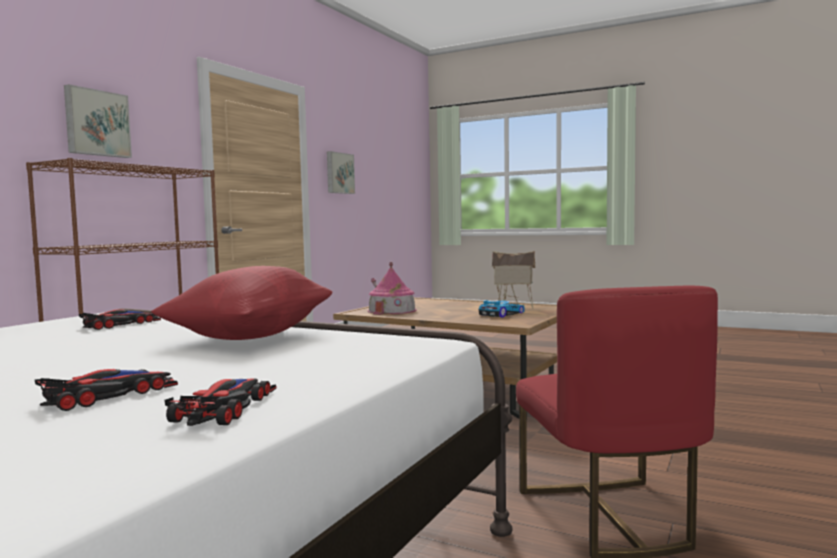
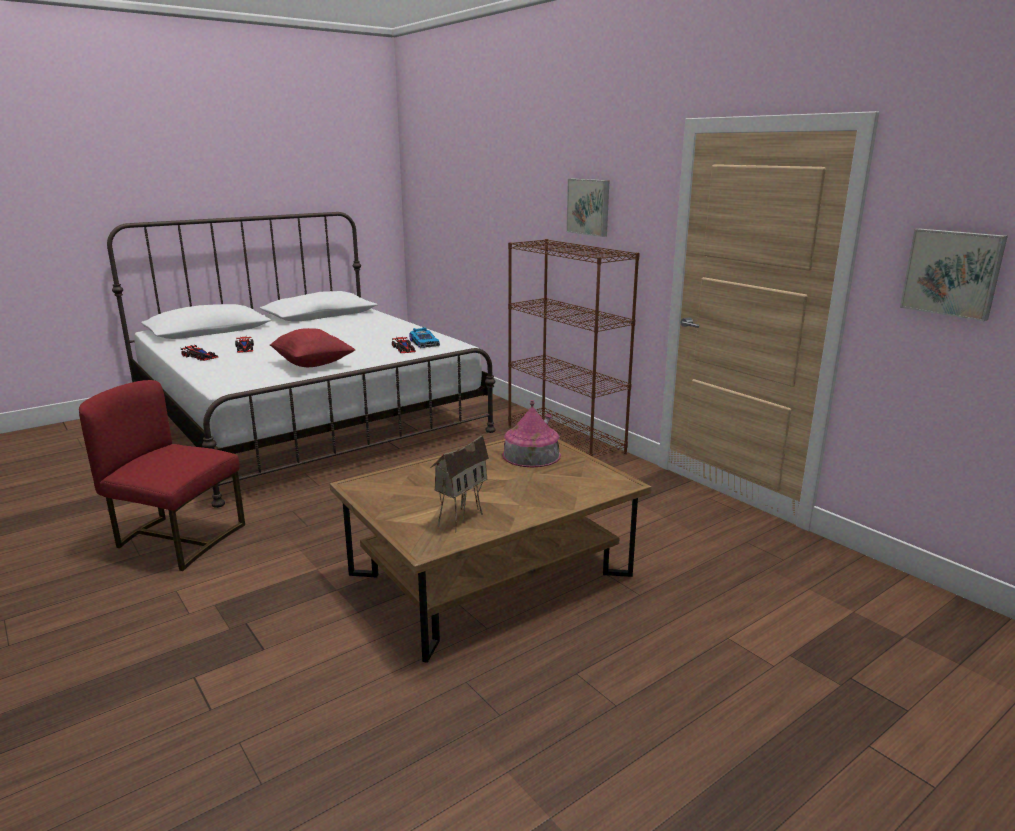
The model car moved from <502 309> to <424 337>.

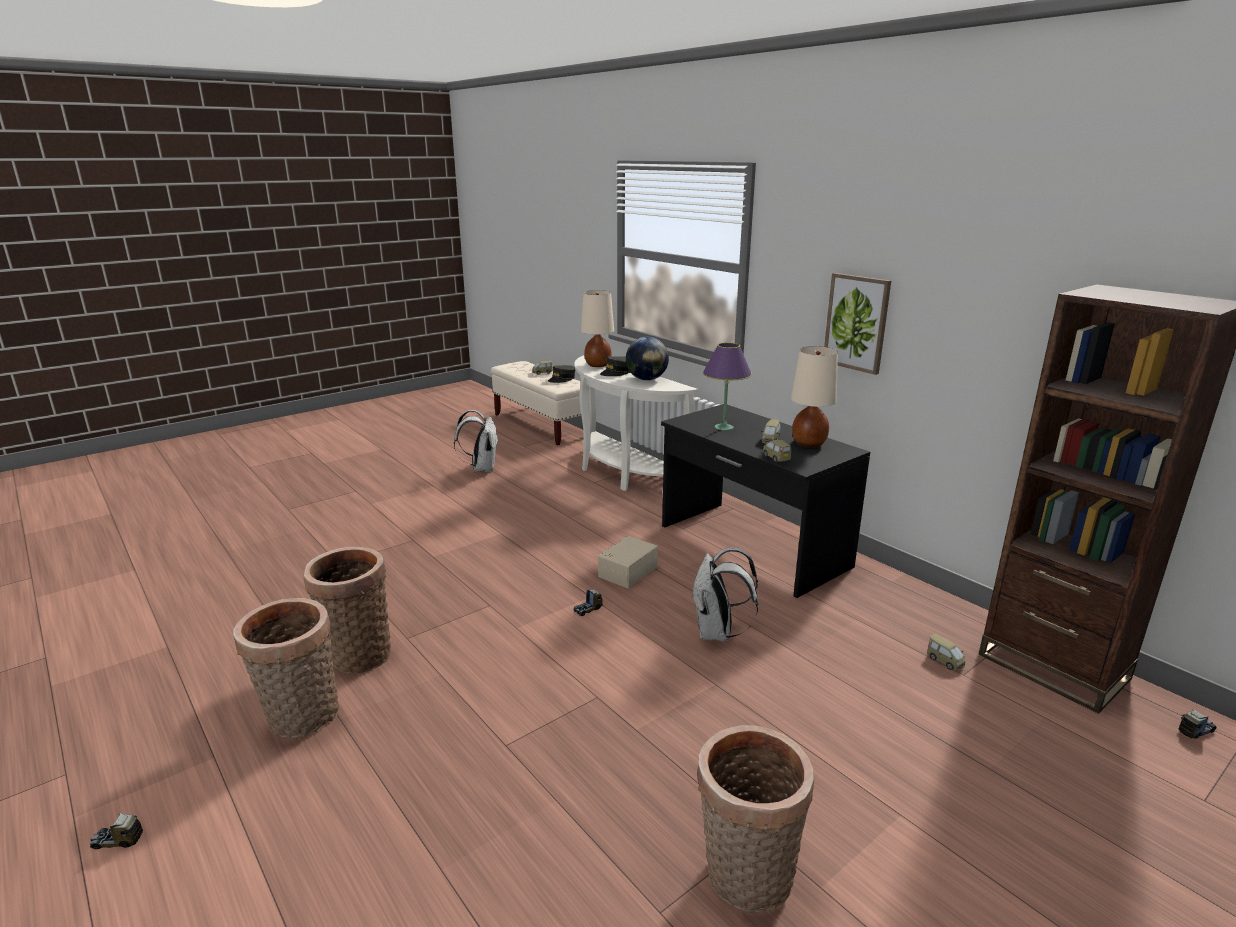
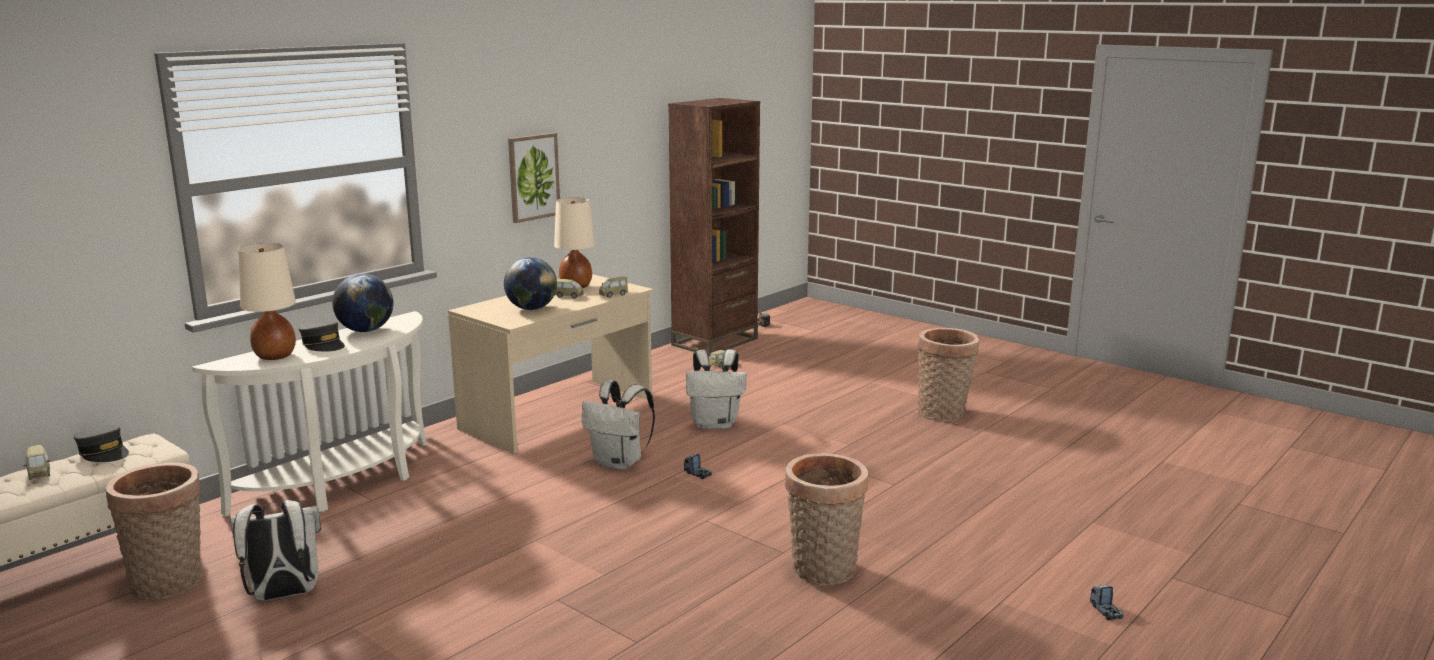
The basket moved from <286 668> to <154 531>. The black-coloured desk at <765 501> became the sand-coloured desk at <551 363>. The purple tabletop lamp at <727 387> was replaced by the globe at <530 283>. The sand-coloured storage box at <628 562> was replaced by the whitish rucksack at <618 425>.

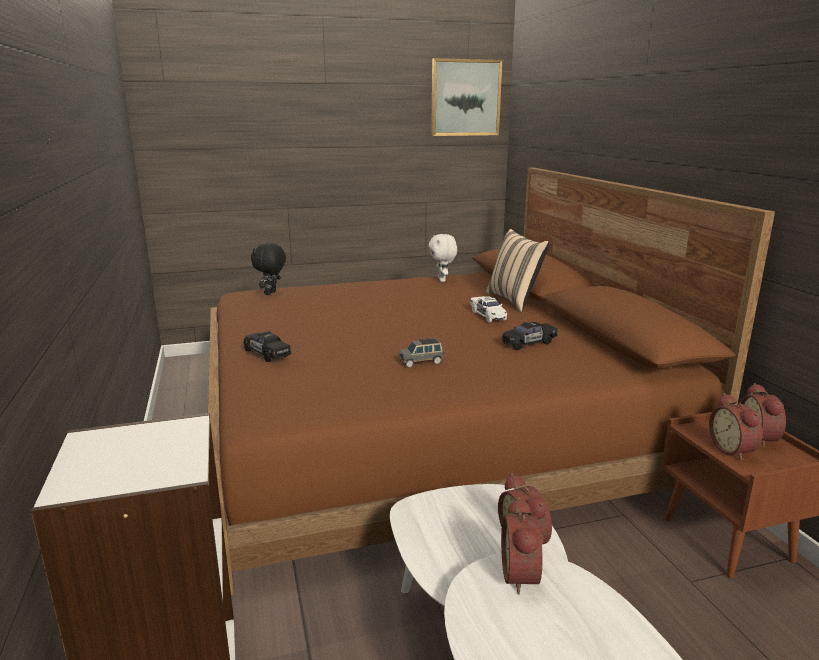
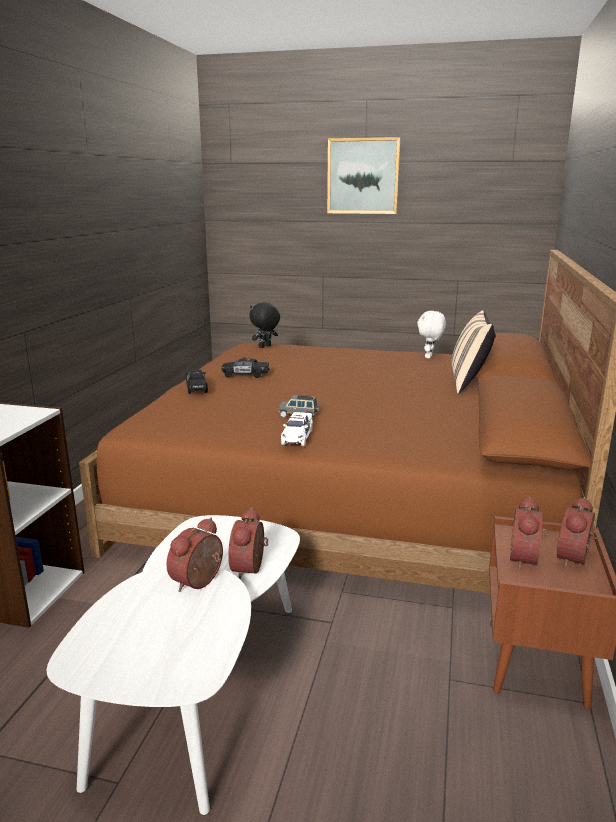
The black-coloured model car moved from <529 336> to <246 367>. The whitish model car moved from <488 309> to <297 429>. The wall art moved from <466 97> to <363 175>.

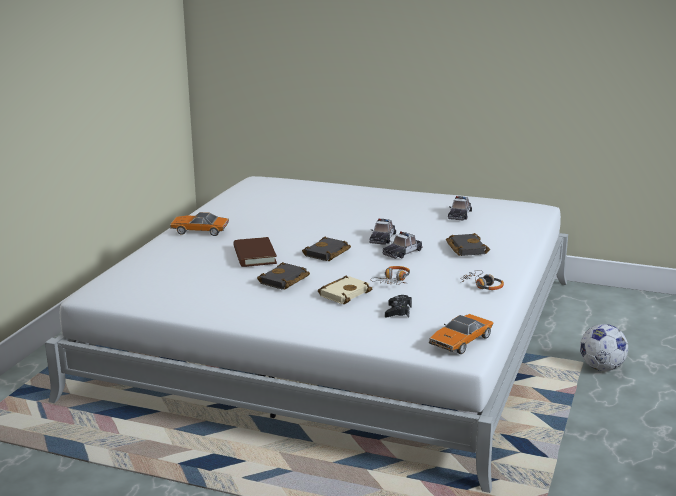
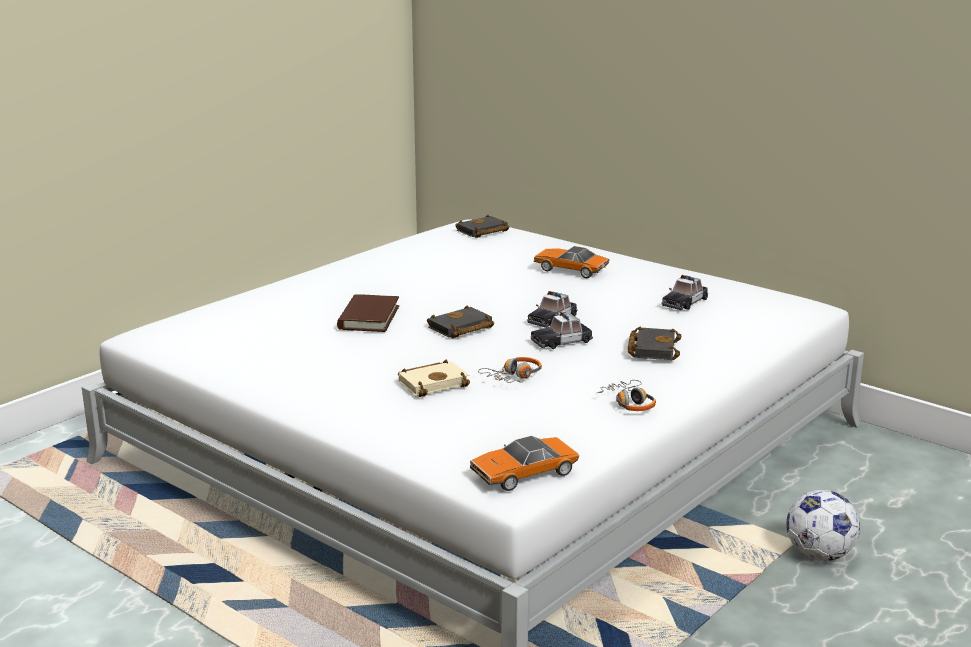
The black-coloured bound book moved from <283 276> to <482 226>. The model car moved from <199 224> to <572 262>. The black-coloured gamepad at <398 306> disappeared.

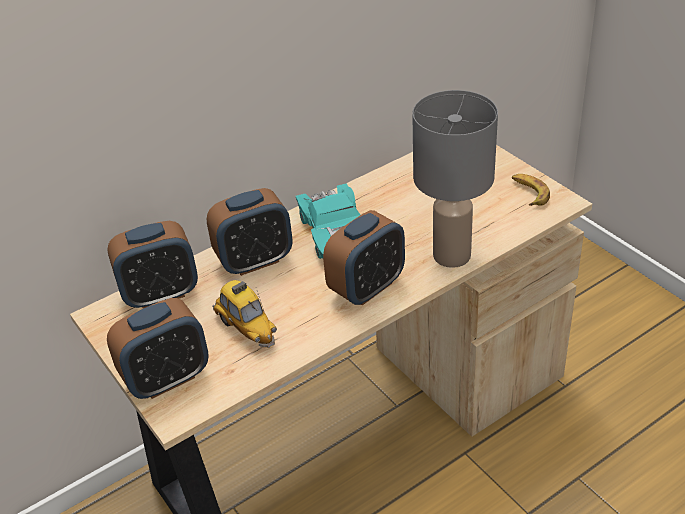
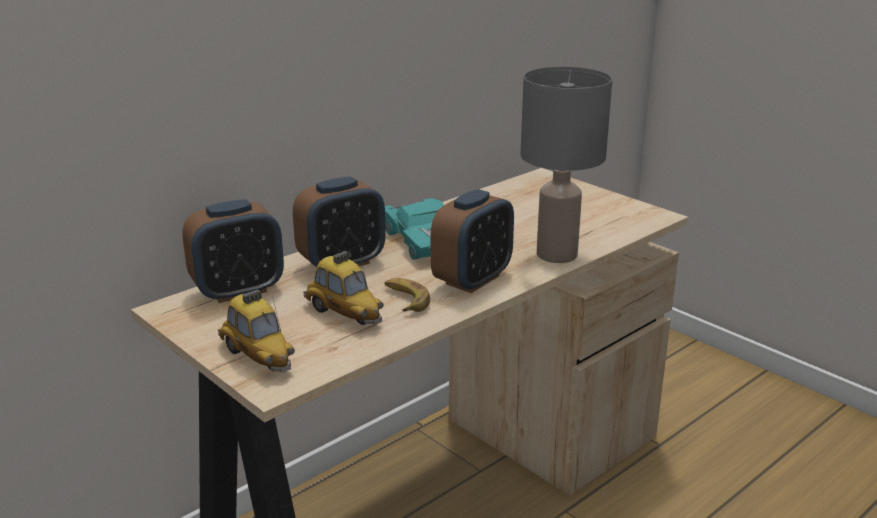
The alarm clock at <158 348> was replaced by the model car at <256 331>. The whole banana moved from <531 190> to <407 295>.

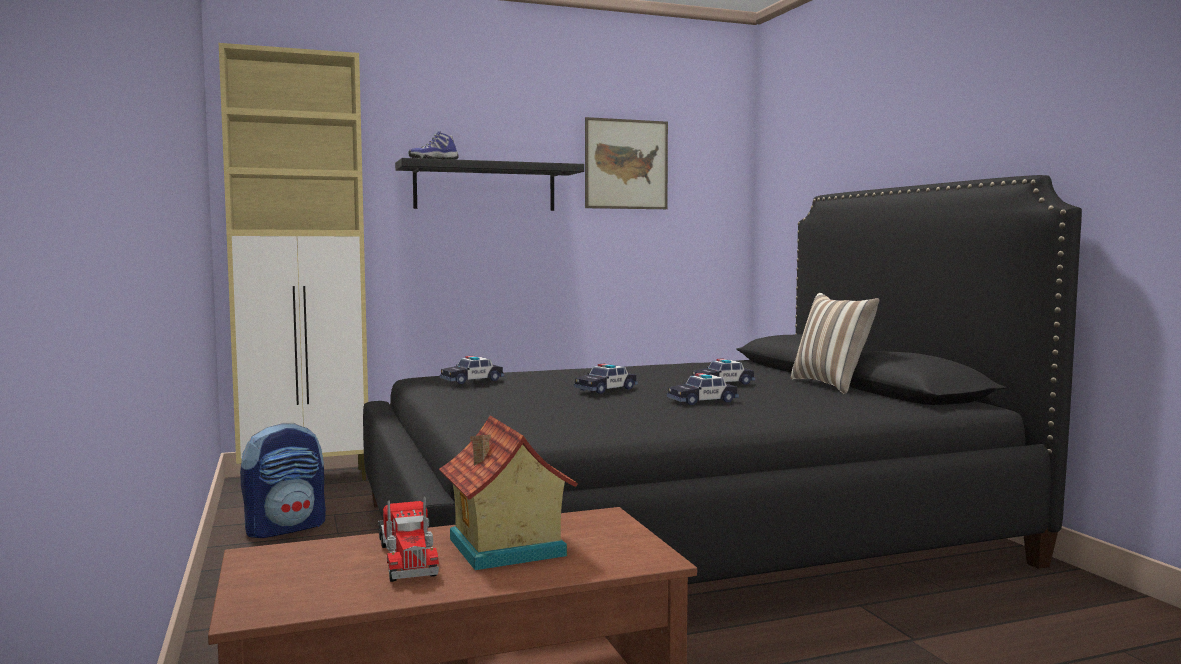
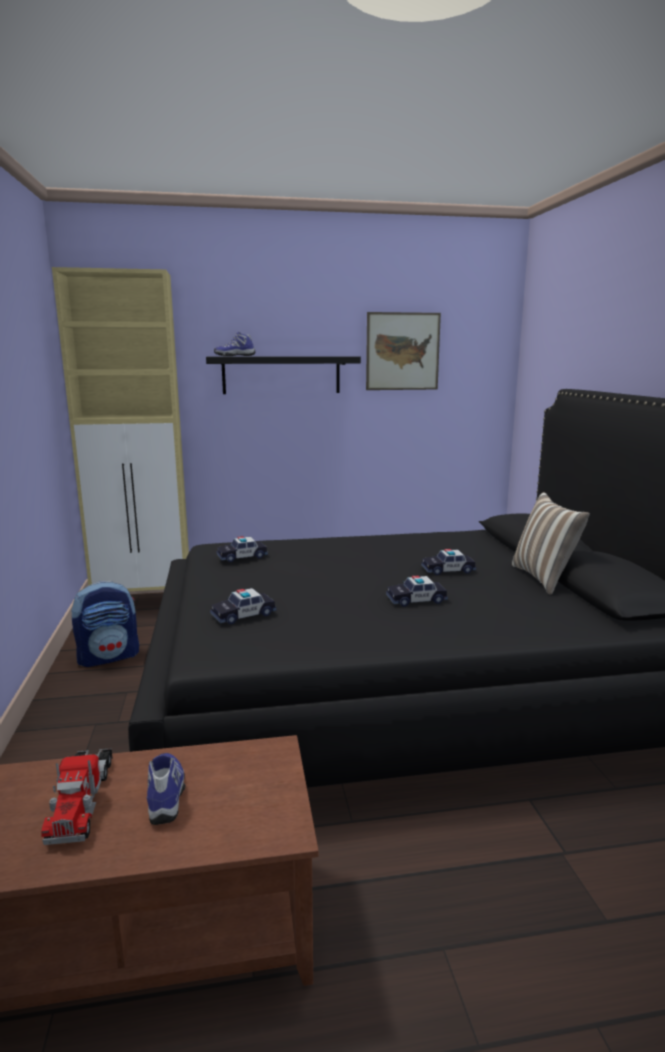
The miniature house at <508 493> was replaced by the low shoe at <166 789>. The model car moved from <606 379> to <243 606>.

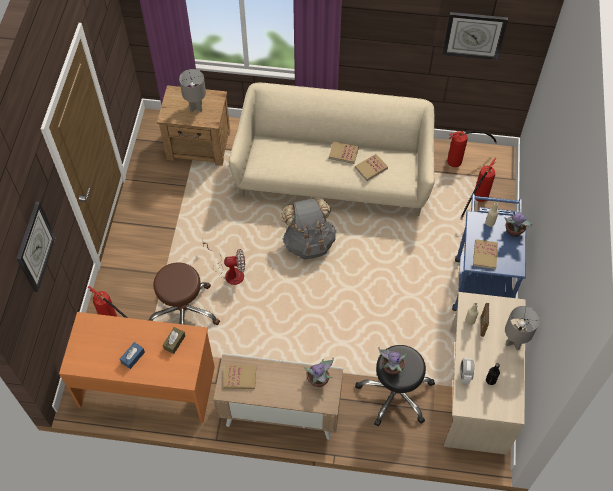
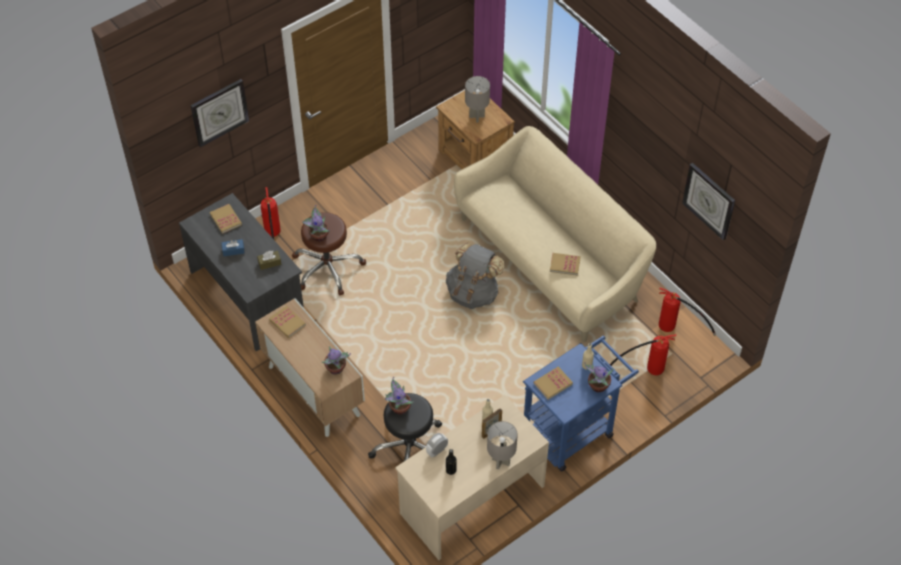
The orange desk at <137 367> became the greyish desk at <241 272>. The bound book moved from <344 152> to <226 219>. The potted plant at <316 223> appeared. The cooling fan at <224 263> disappeared.

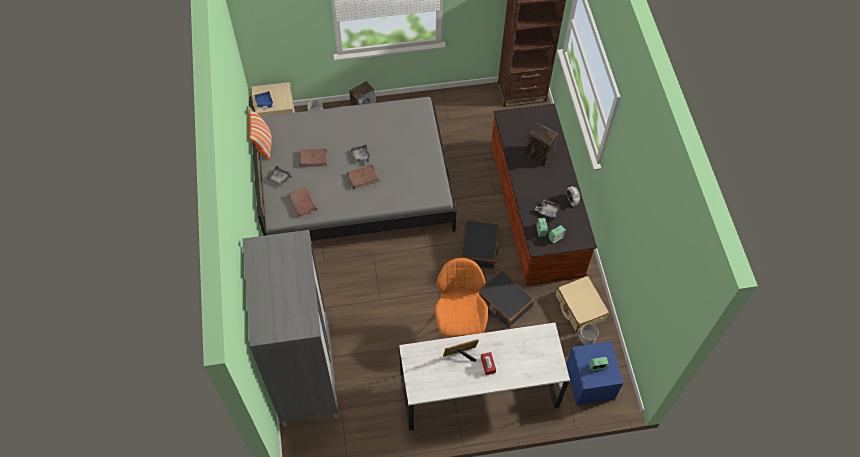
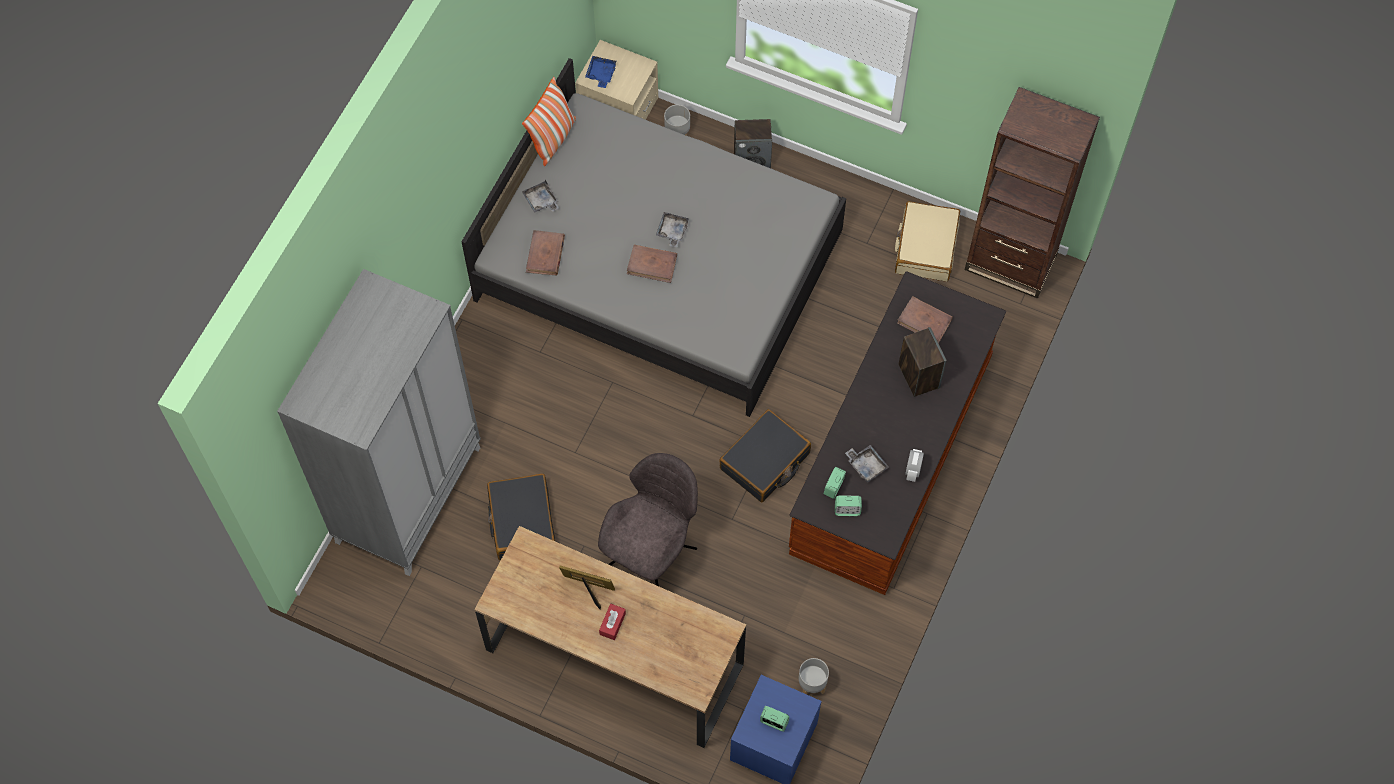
The whitish desk at <484 377> became the brownish desk at <610 637>. The black-coloured travel case moved from <506 299> to <521 517>. The orange chair at <461 298> became the greyish chair at <648 519>. The sand-coloured travel case moved from <583 303> to <927 241>. The brownish bound book moved from <313 158> to <925 320>.

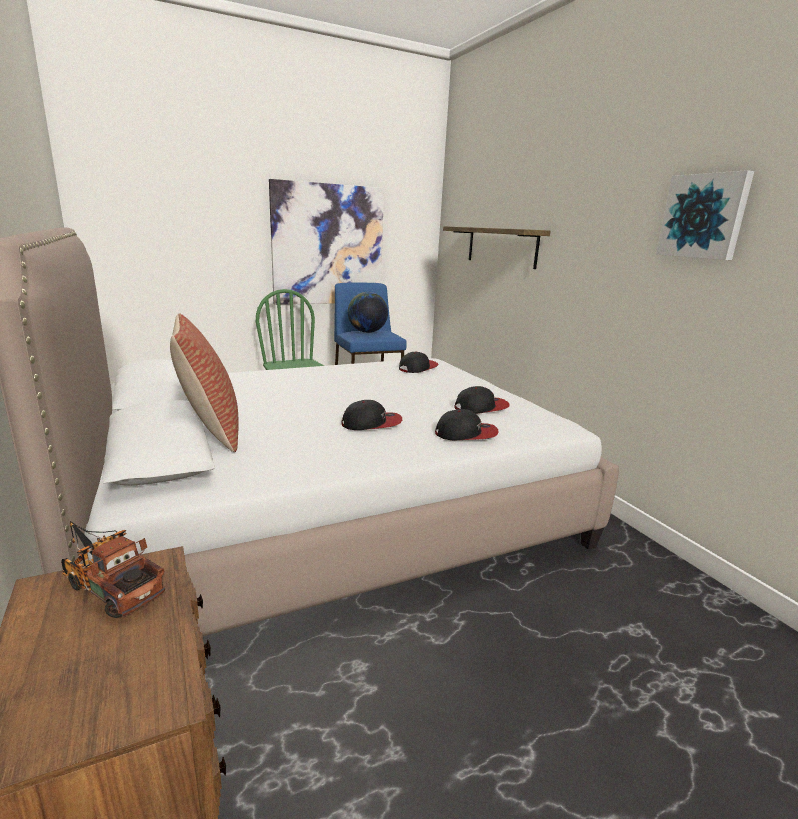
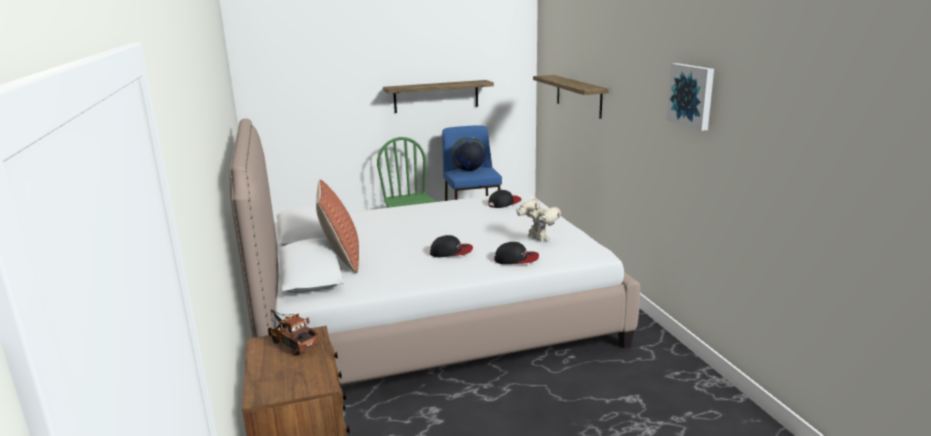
The wall art at <326 242> was replaced by the bracket shelf at <438 96>. The cap at <482 400> was replaced by the toy robot at <538 220>.

